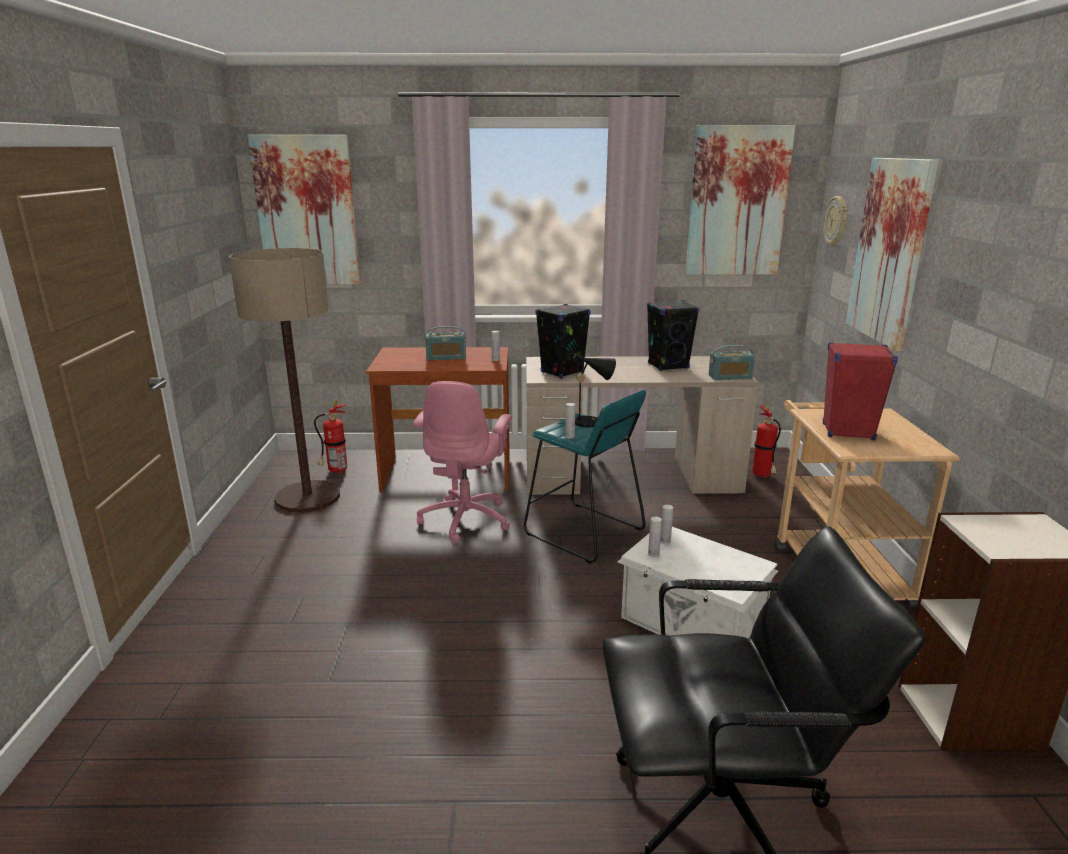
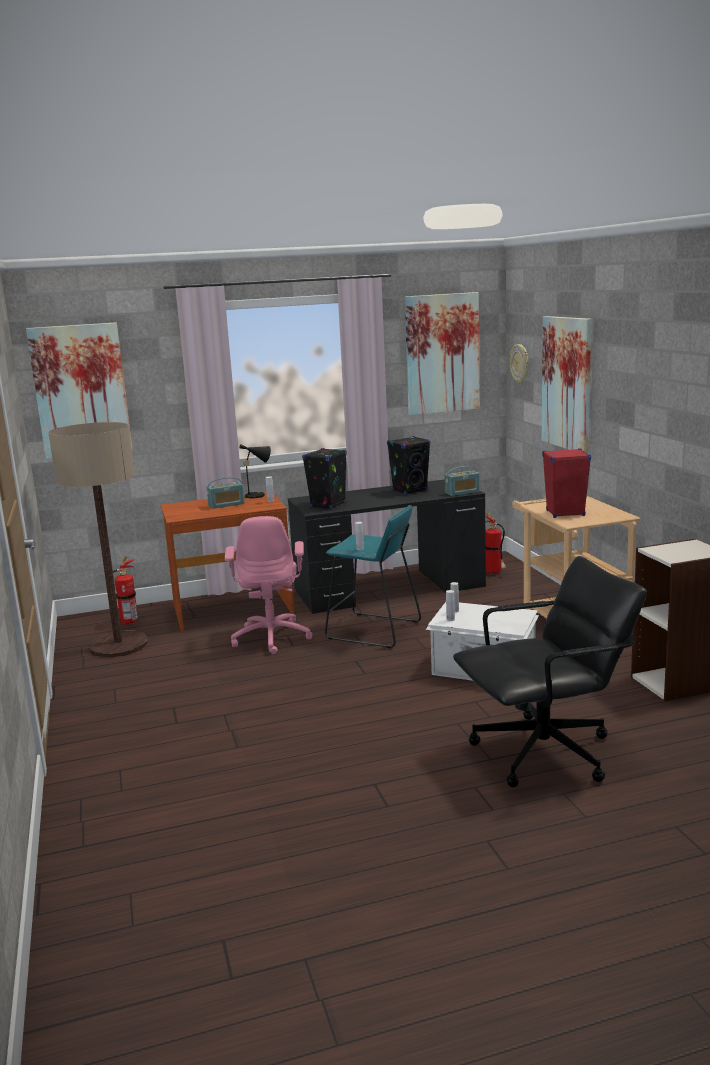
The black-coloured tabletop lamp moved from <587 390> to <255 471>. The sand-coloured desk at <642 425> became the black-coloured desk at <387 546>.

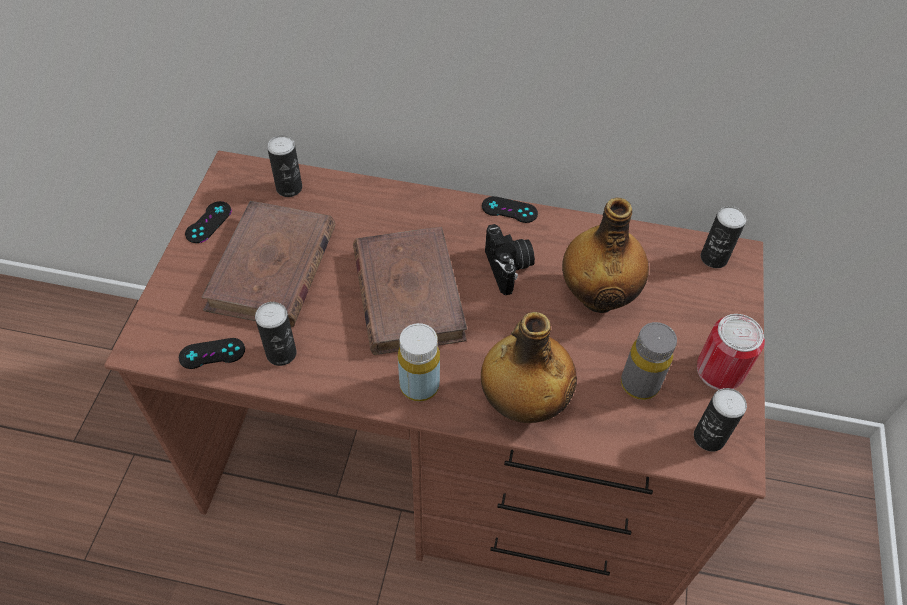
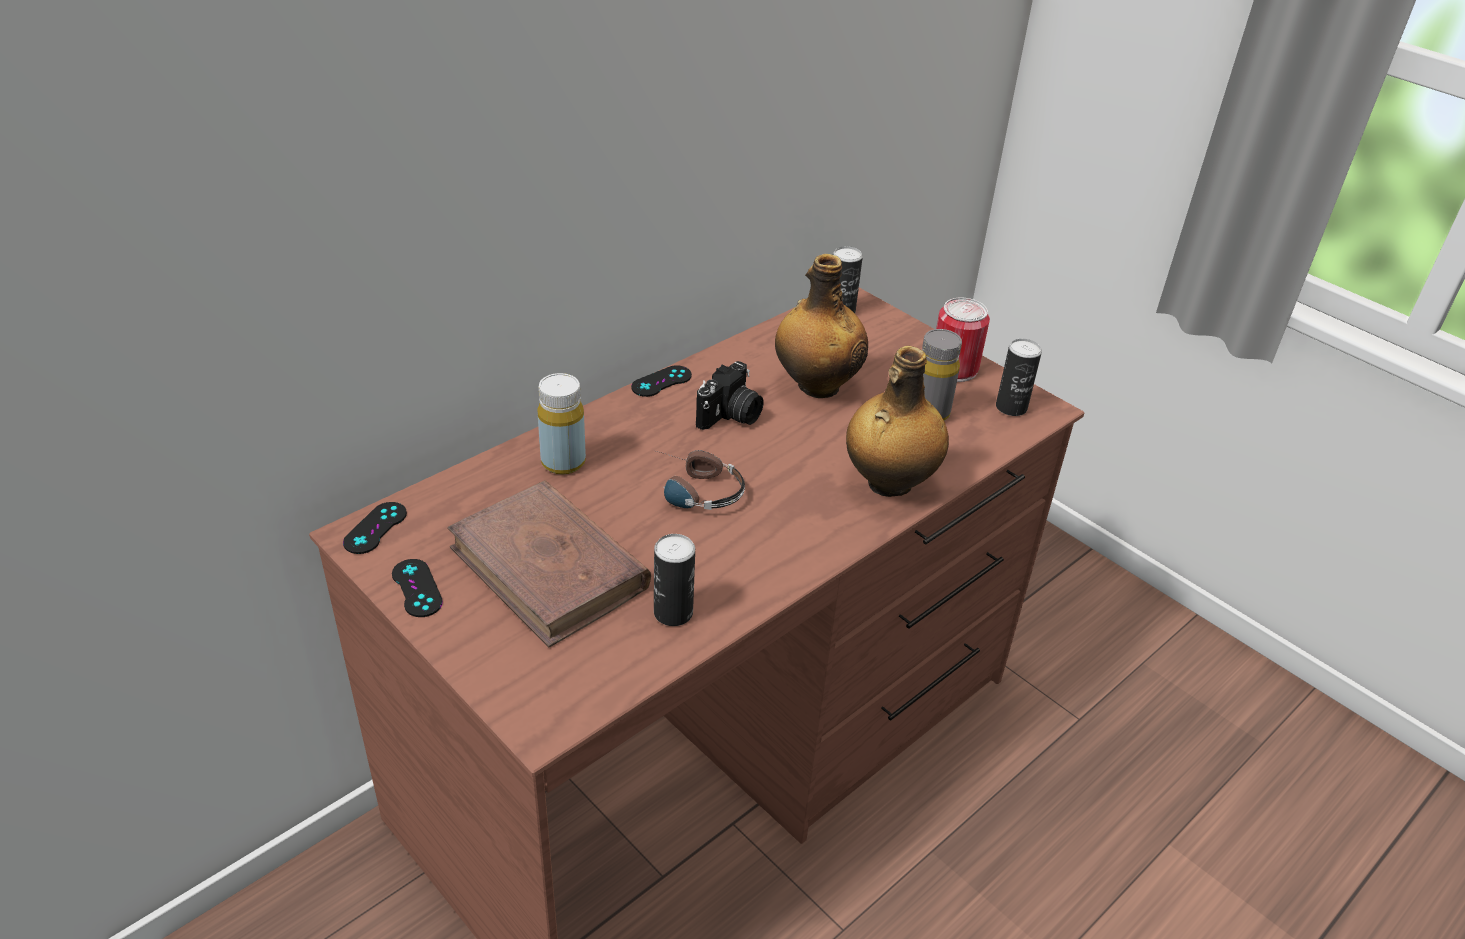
The black-coloured gamepad moved from <212 353> to <375 528>. The yellow-coloured drink bottle moved from <419 362> to <561 424>. The brownish bound book at <410 291> was replaced by the headset at <700 480>. The photo camera at <510 259> turned 105 degrees clockwise. The can at <284 166> disappeared.

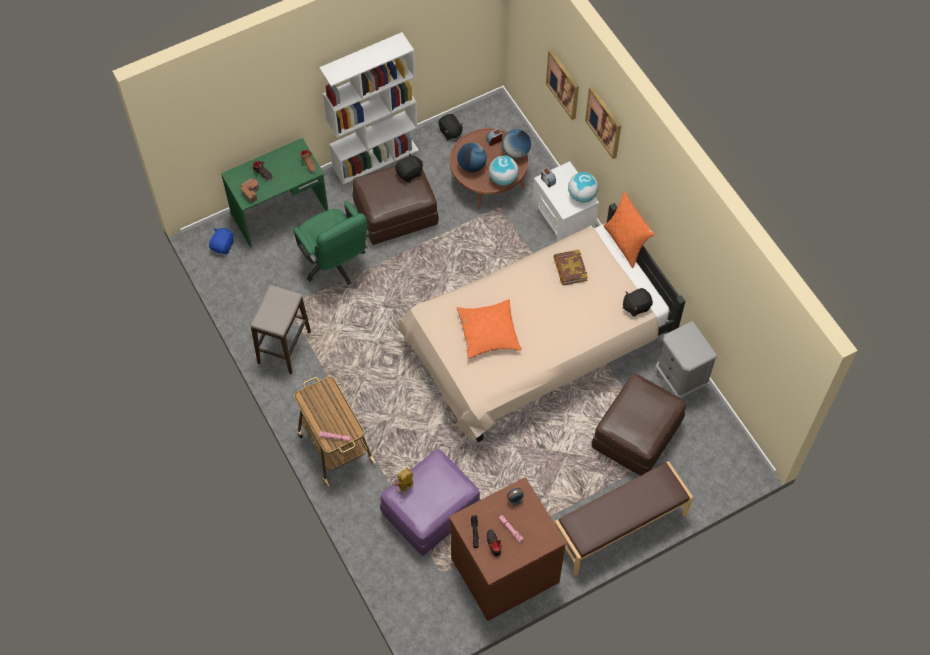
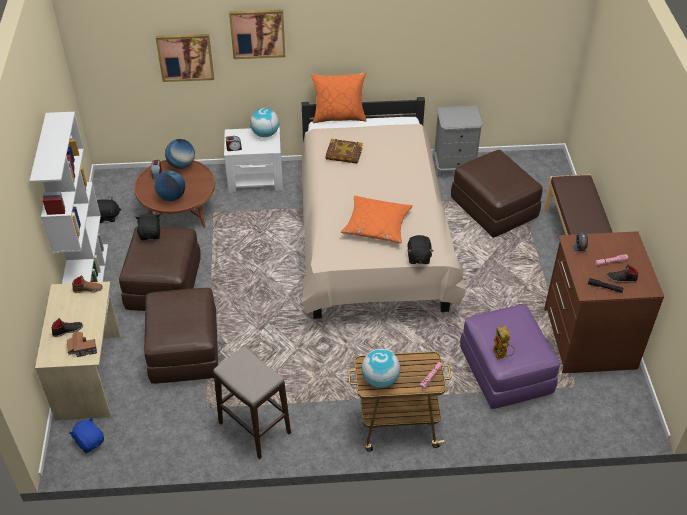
The greenish desk at <274 192> became the sand-coloured desk at <78 350>. The greenish desk chair at <332 243> was replaced by the brownish ottoman at <181 336>. The globe moved from <504 170> to <381 368>. The black-coloured plush toy moved from <637 302> to <420 249>.

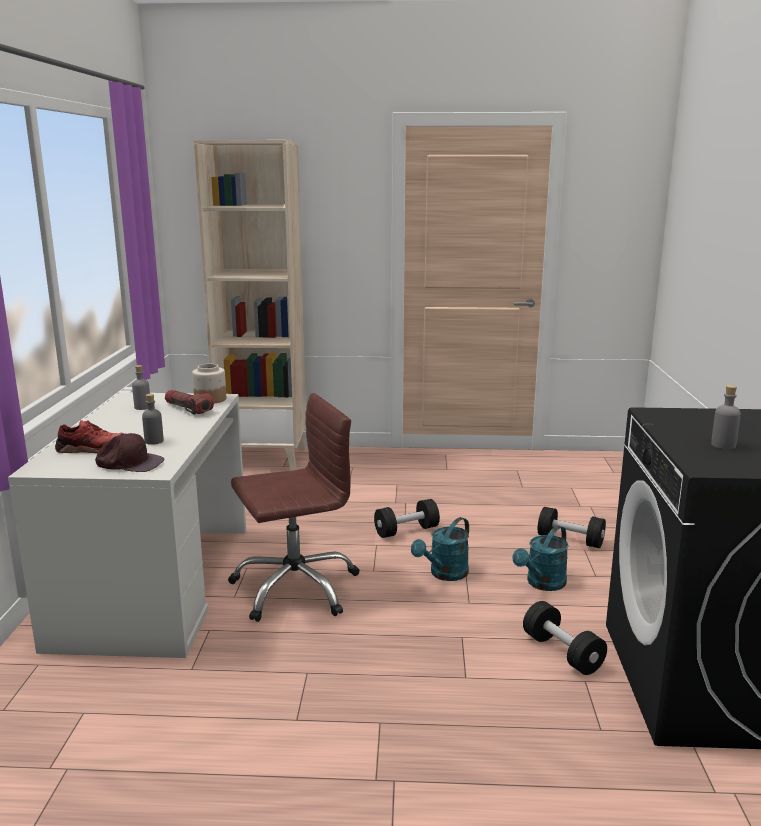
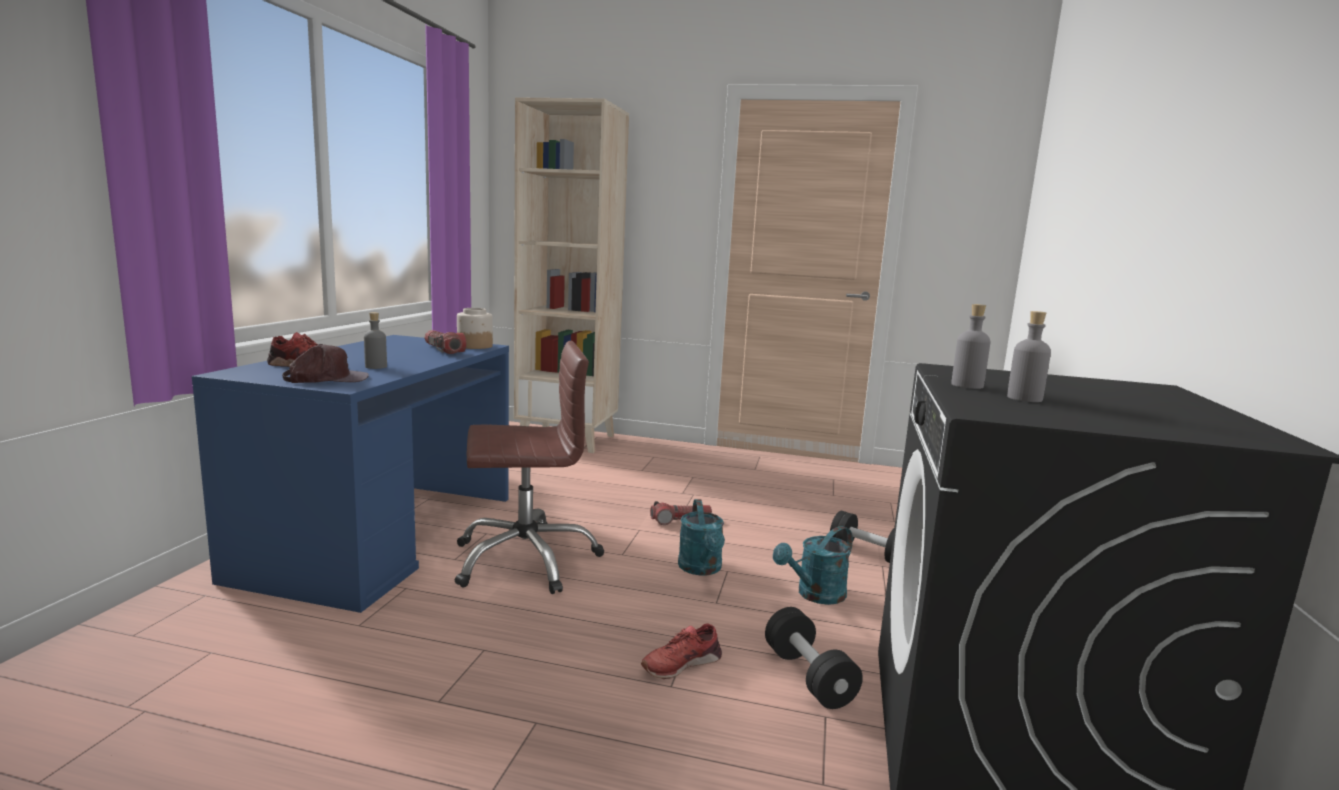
The whitish desk at <127 525> became the blue desk at <350 474>. The brownish cap at <129 452> turned 45 degrees counterclockwise. The red low shoe at <681 651> appeared. The black-coloured hand weight at <407 518> was replaced by the hand torch at <681 513>. The turquoise watering can at <440 549> turned 60 degrees counterclockwise. The greyish drink bottle moved from <141 387> to <970 346>.

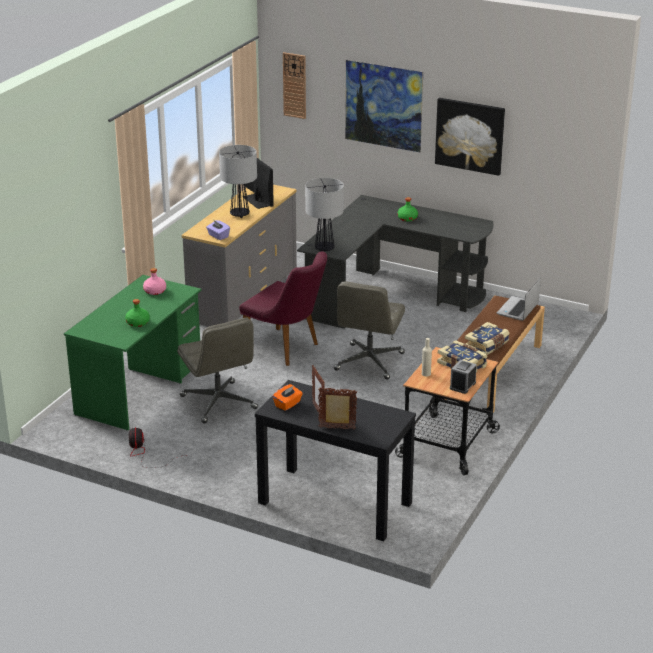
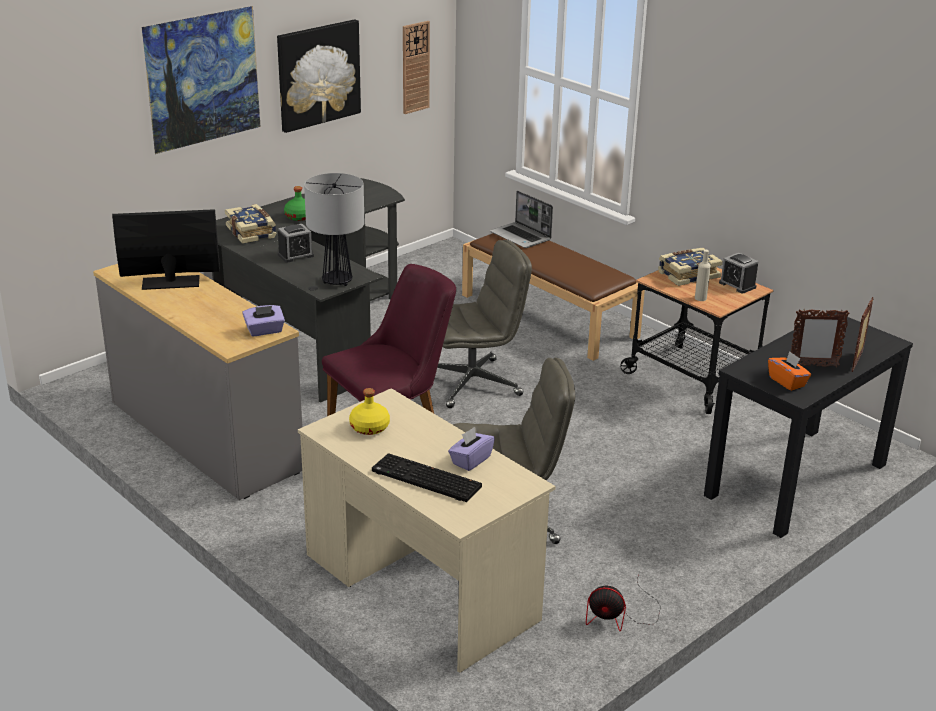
The bound book moved from <487 338> to <251 224>. The alarm clock at <296 243> appeared. The greenish desk at <132 353> became the sand-coloured desk at <426 530>. The pinkish drink bottle at <154 281> became the yellow-coloured drink bottle at <369 411>. The PC keyboard at <427 477> appeared. The clock on the wall moved from <294 85> to <416 67>. The greyish desk chair at <369 330> turned 60 degrees counterclockwise. The greenish drink bottle at <137 313> was replaced by the purple tissue holder at <471 449>. The tabletop lamp at <238 181> disappeared.

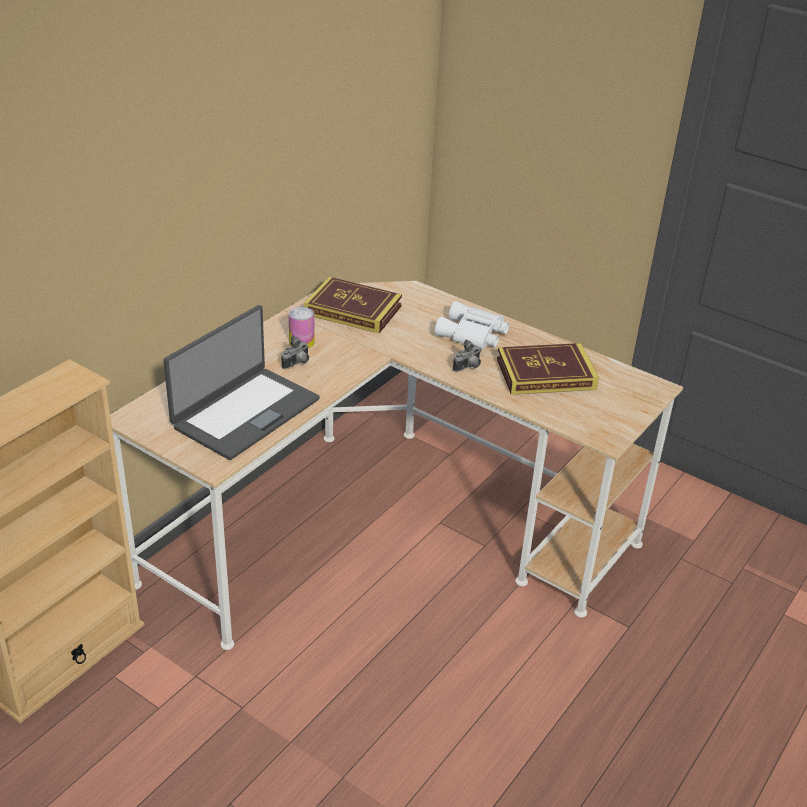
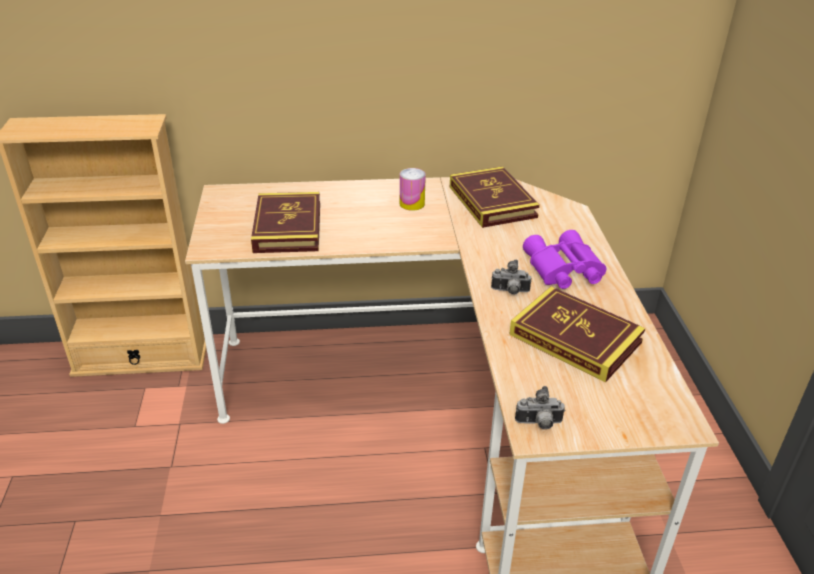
The notebook computer at <242 382> was replaced by the bound book at <285 222>. The photo camera moved from <295 352> to <540 408>. The whitish field glasses at <472 325> became the purple field glasses at <564 259>.

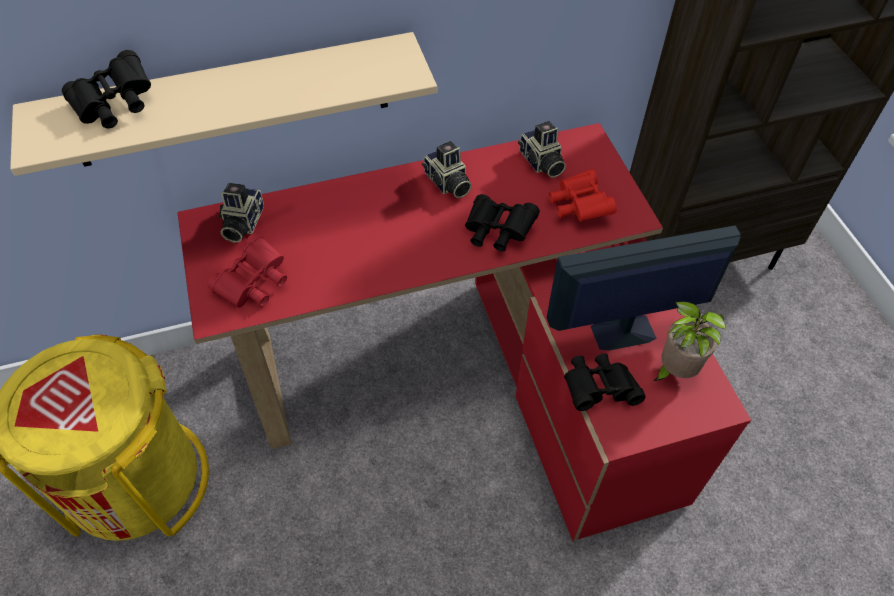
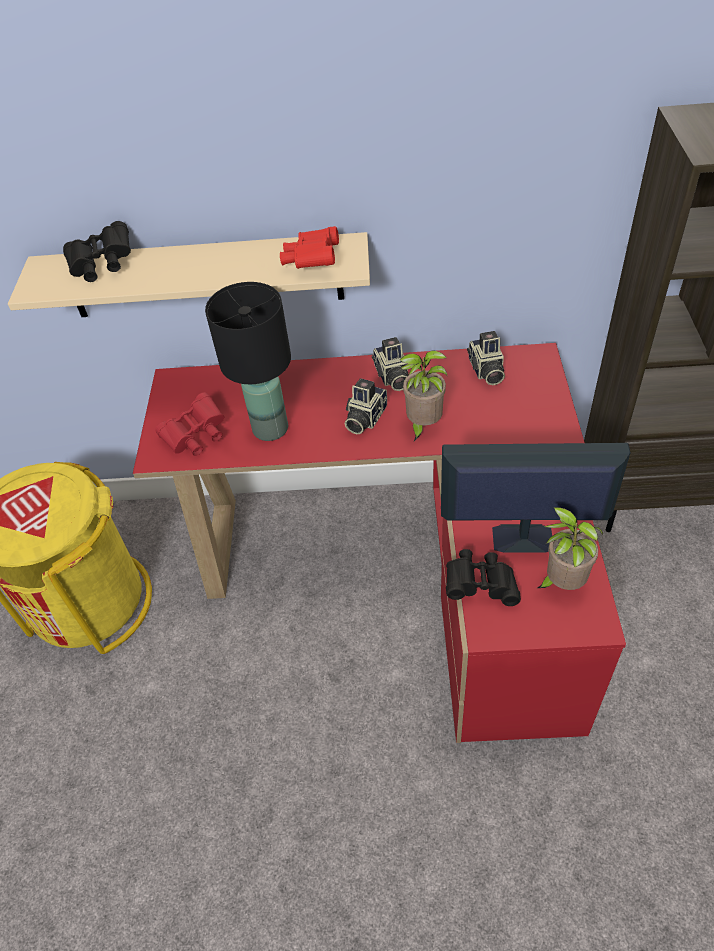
The black-coloured tabletop lamp at <248 361> appeared. The red field glasses moved from <583 195> to <309 247>. The photo camera moved from <241 213> to <366 406>. The black-coloured field glasses at <502 223> was replaced by the potted plant at <423 395>.

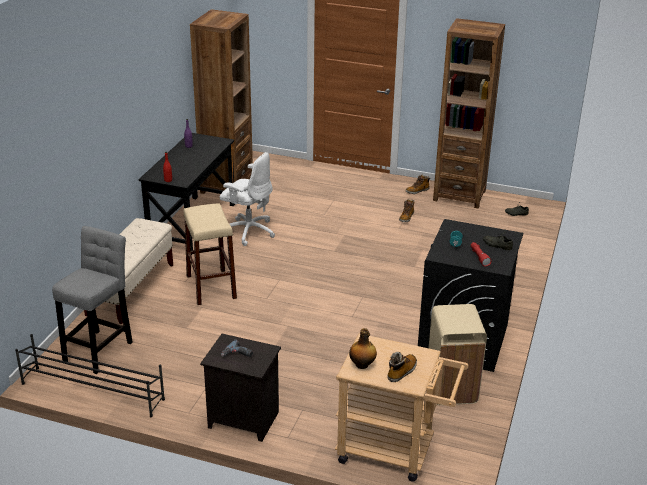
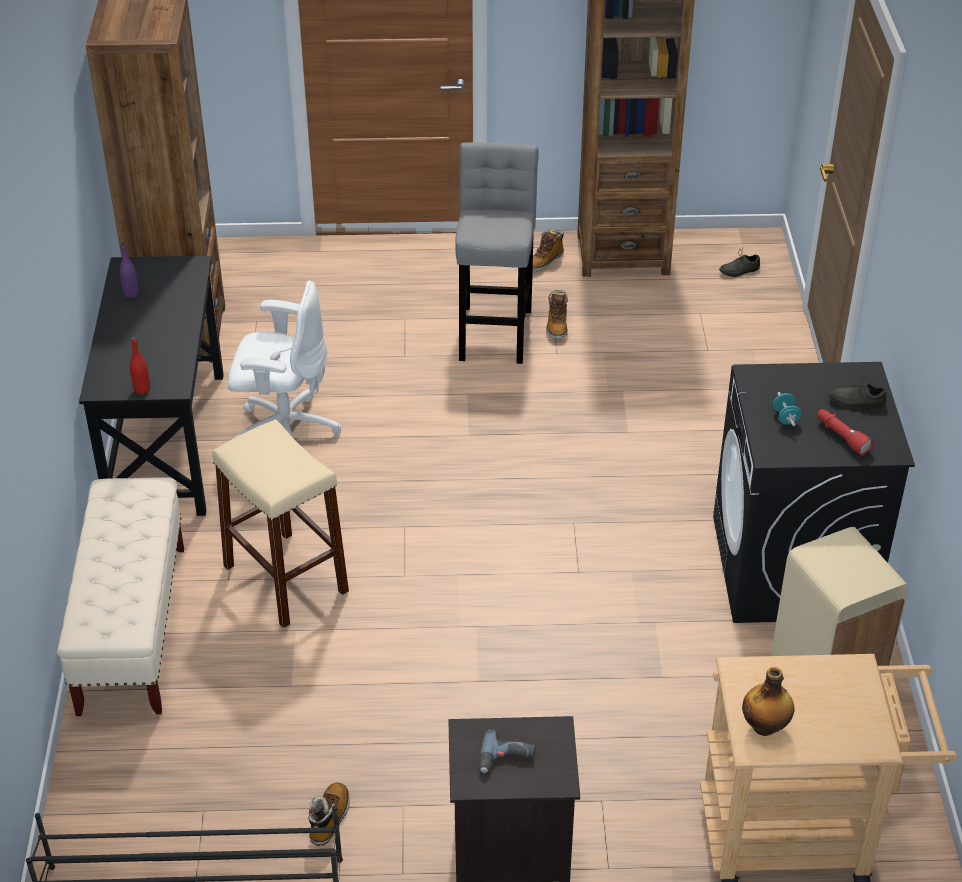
The tall boot moved from <402 367> to <329 814>. The greyish stool moved from <92 300> to <497 253>.

